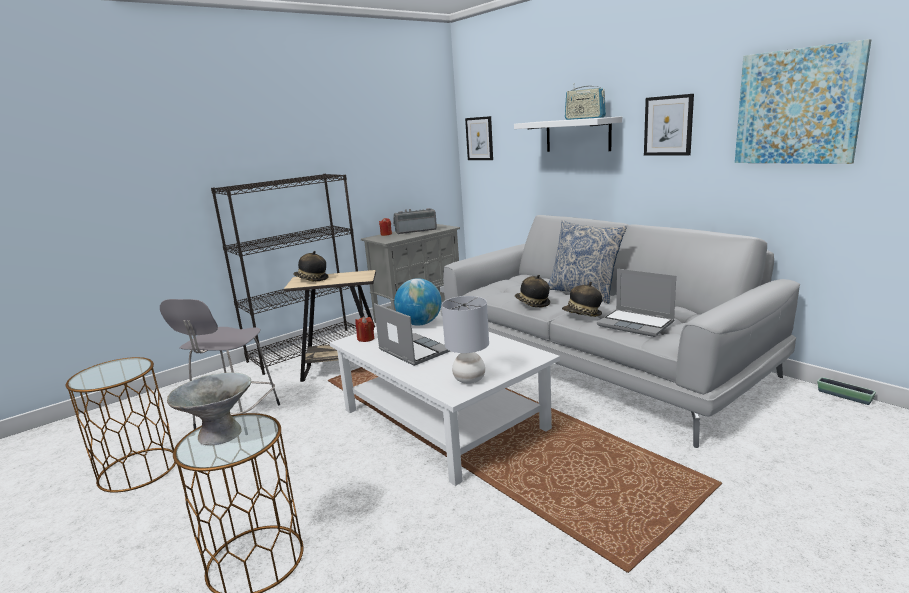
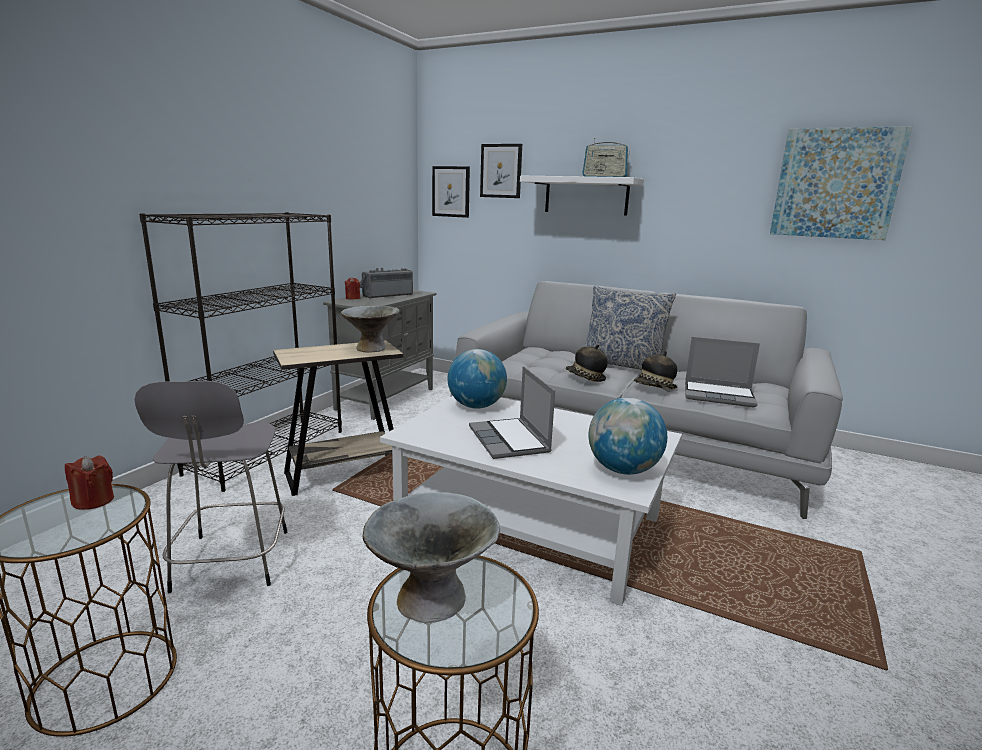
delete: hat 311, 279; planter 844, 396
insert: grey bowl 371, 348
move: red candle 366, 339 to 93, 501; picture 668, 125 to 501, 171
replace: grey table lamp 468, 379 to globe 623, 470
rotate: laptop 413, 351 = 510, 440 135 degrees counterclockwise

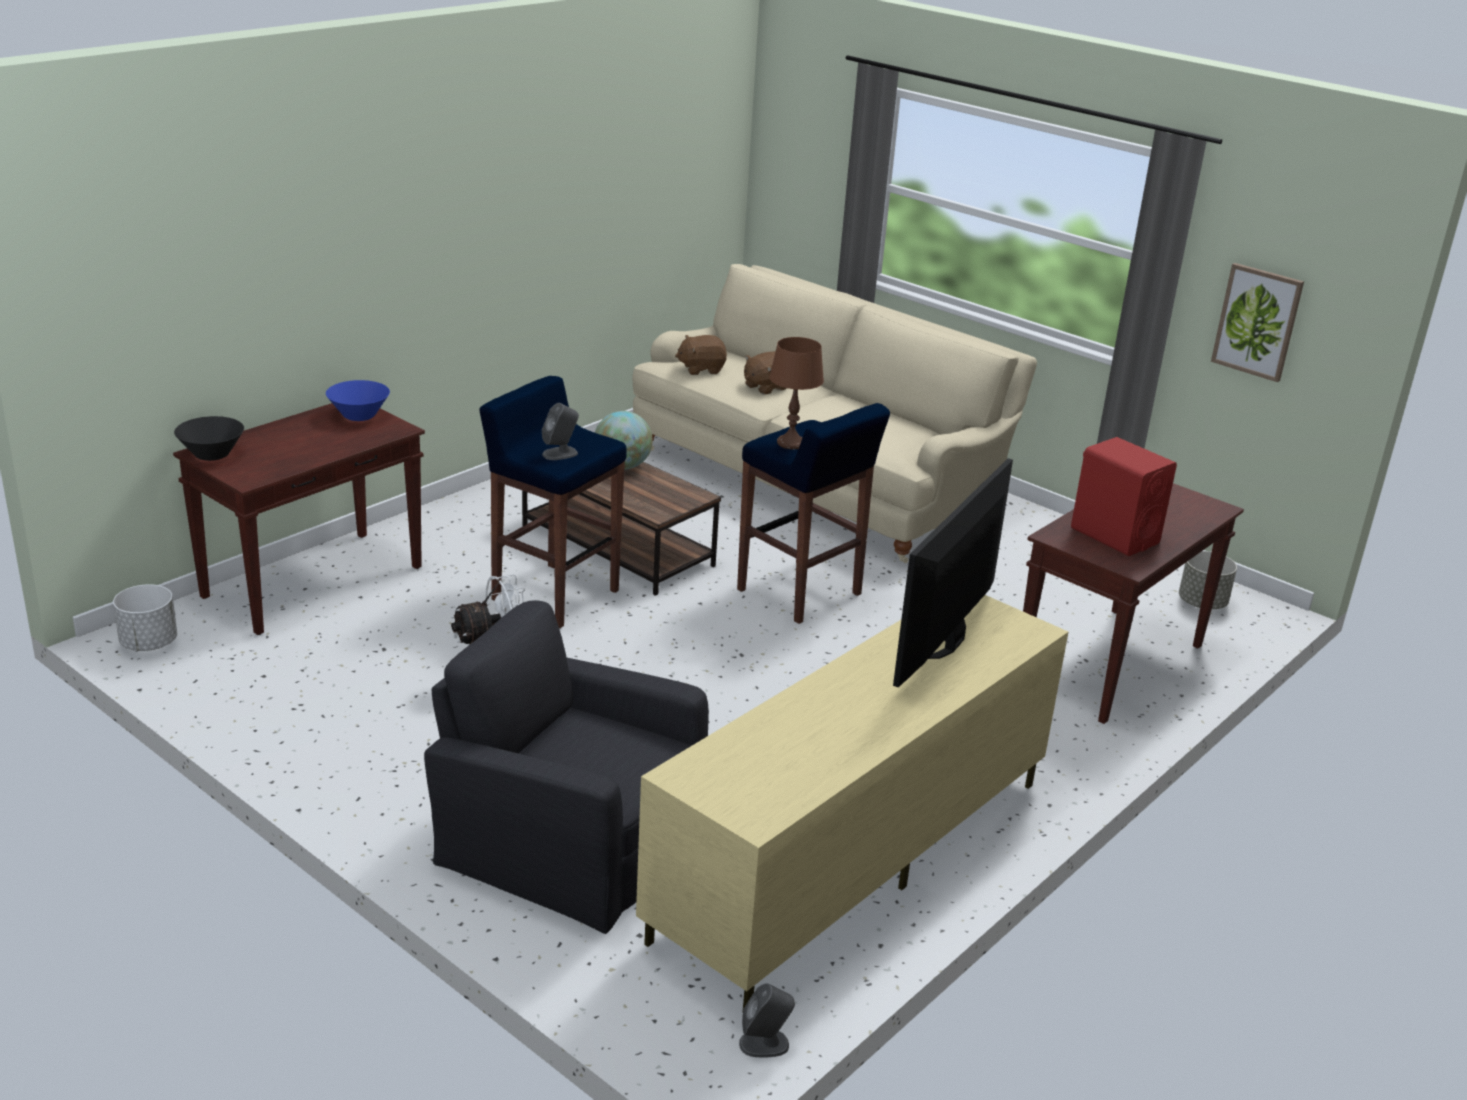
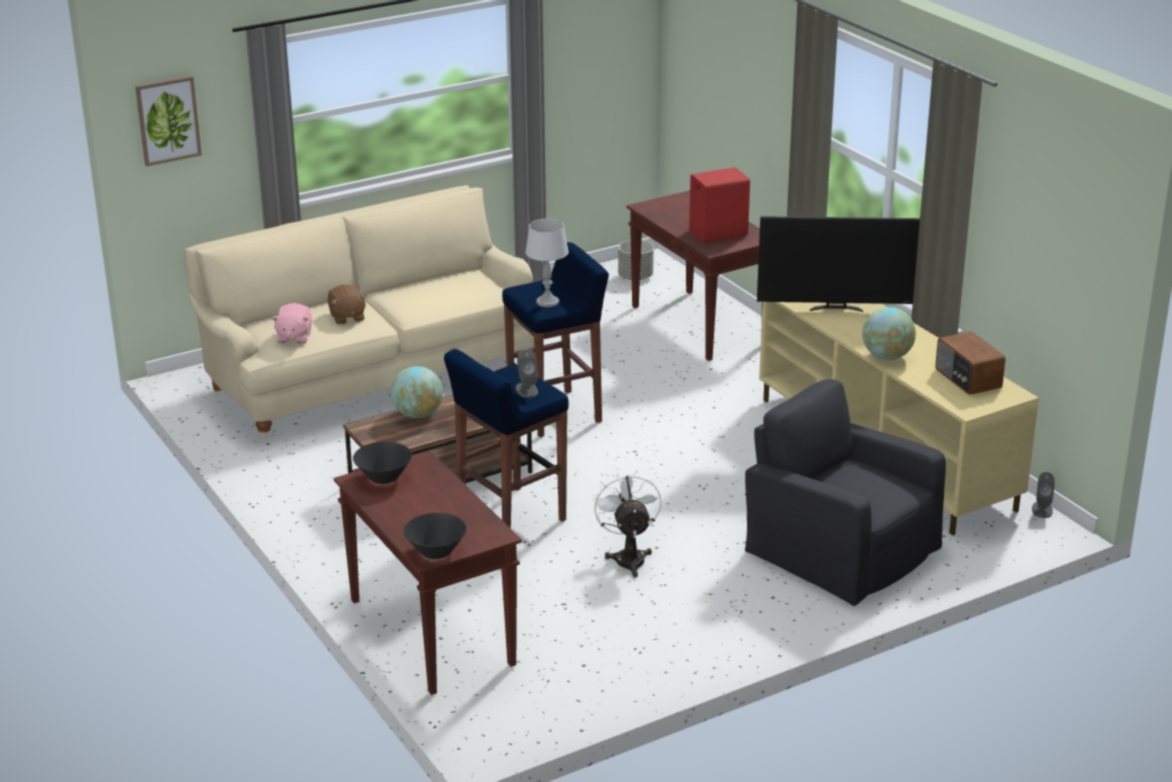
delete: white planter 148, 643
insert: globe 887, 357; radio 967, 378
move: picture 1257, 321 to 168, 120
recolor: blue bowl 359, 416 to black bowl 384, 477; brown plush toy 701, 369 to pink plush toy 294, 337; brown table lamp 791, 443 to grey table lamp 547, 302
rotate: black armchair 569, 838 = 840, 548 90 degrees clockwise; television 949, 643 = 836, 308 45 degrees counterclockwise

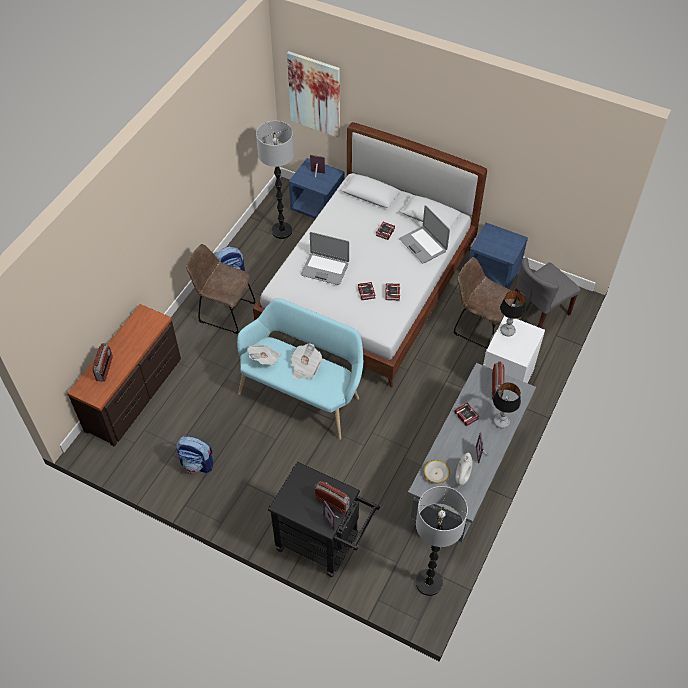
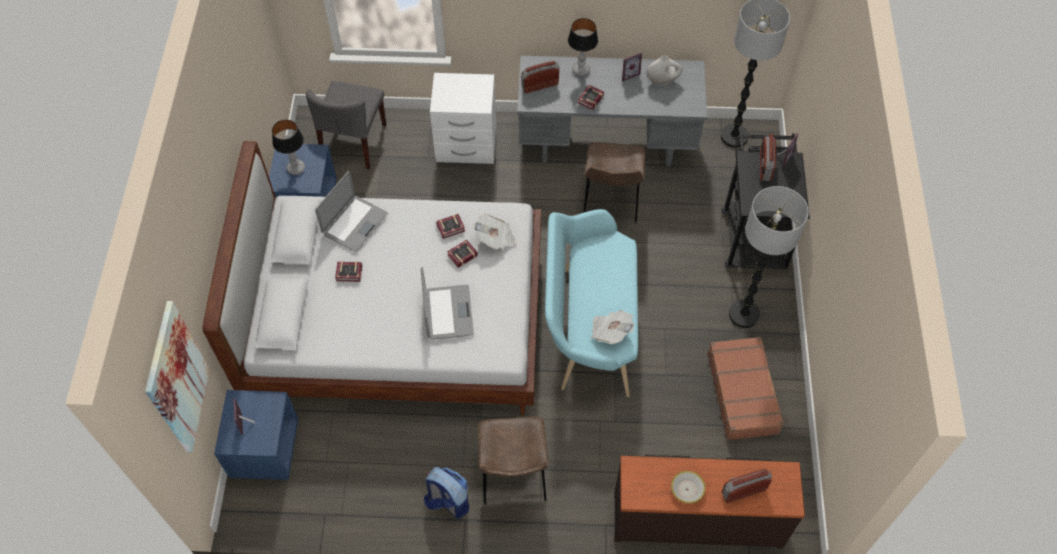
move: floor lamp 282, 231 to 743, 314; newspaper 305, 367 to 496, 238; bowl 436, 473 to 687, 489; brown chair 479, 326 to 611, 203; table lamp 507, 331 to 296, 168
replace: backpack 197, 464 to brown suitcase 742, 393
rotate: grey chair 539, 313 = 354, 142 75 degrees clockwise

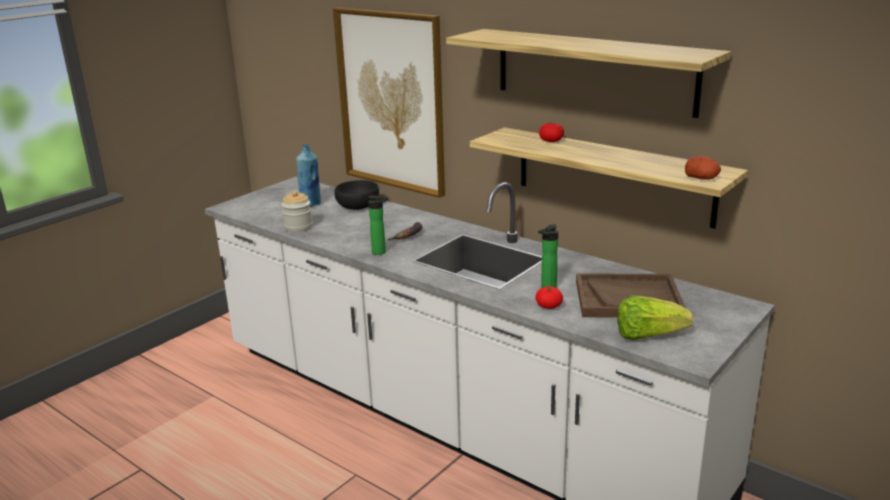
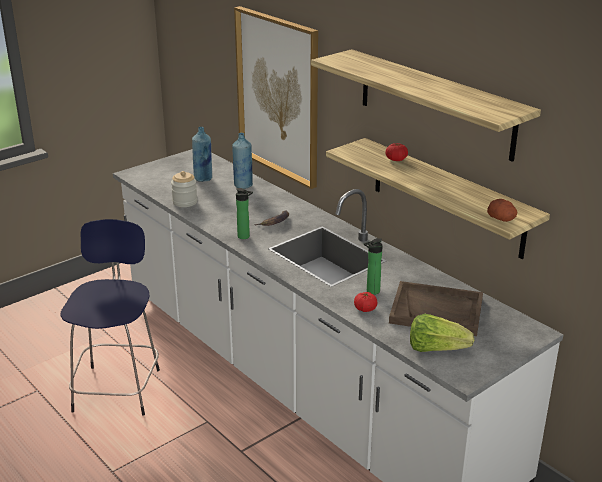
insert: blue stool 118, 388
replace: black bowl 358, 206 to blue bottle 243, 185

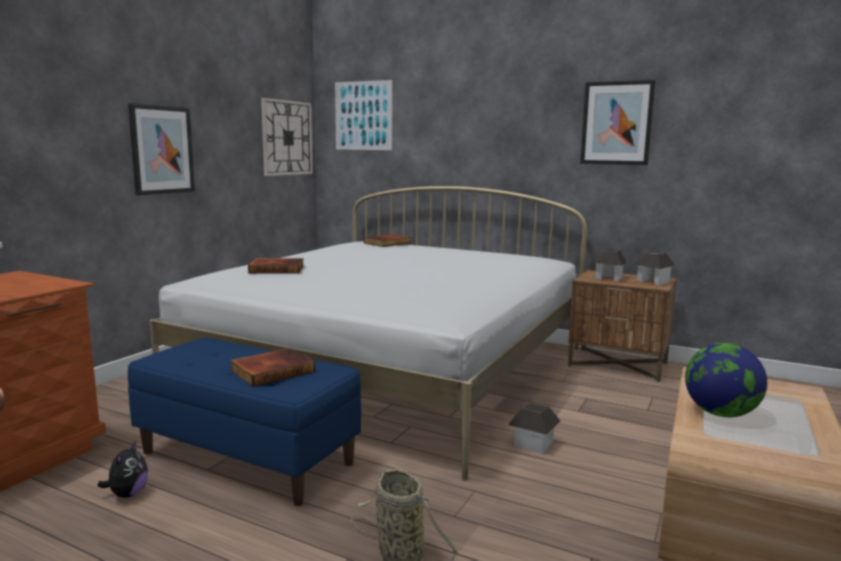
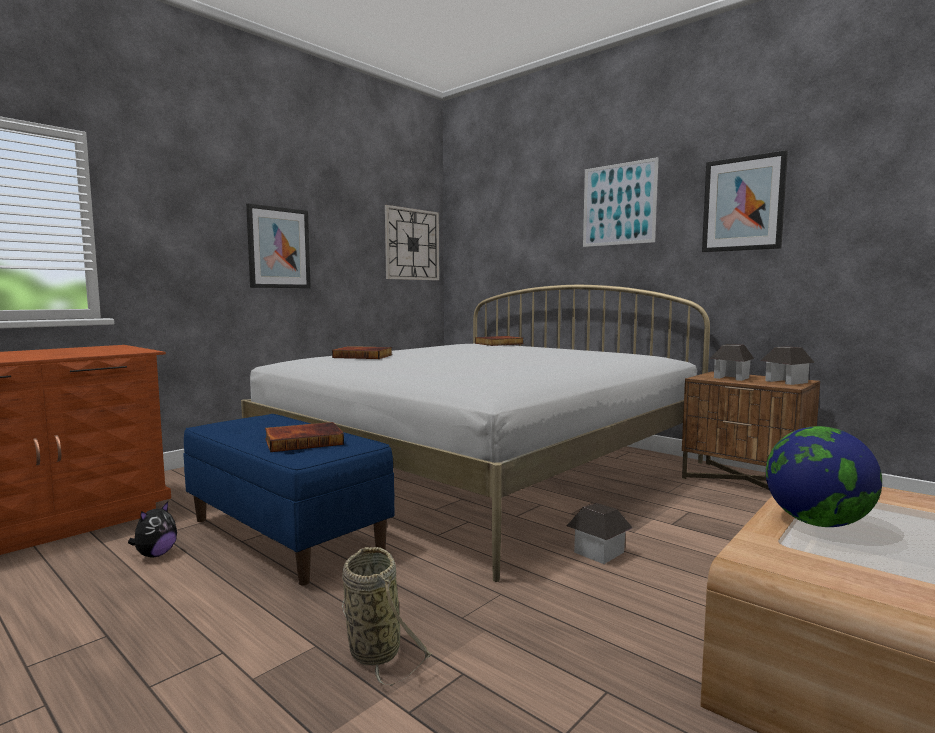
move: picture 363, 115 to 619, 204

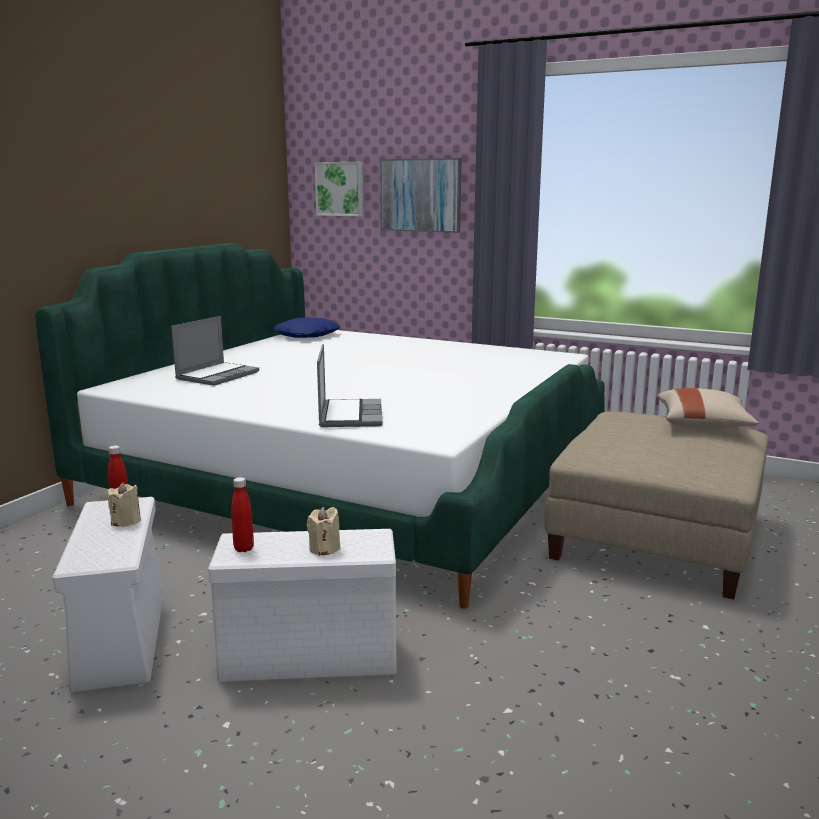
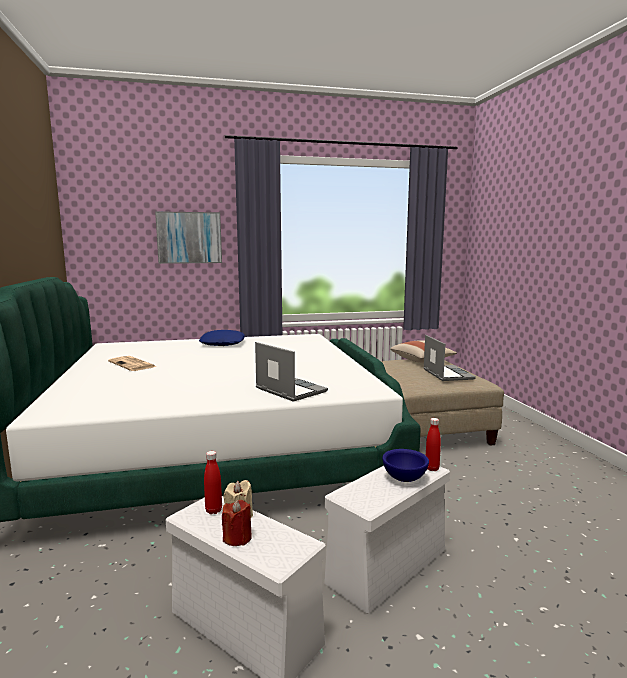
delete: picture 340, 189
insert: newspaper 133, 364; red candle 237, 538
move: laptop 217, 375 to 446, 374; red bottle 244, 548 to 432, 468; blue pillow 307, 335 to 223, 343
replace: beige candle 324, 548 to blue bowl 404, 478

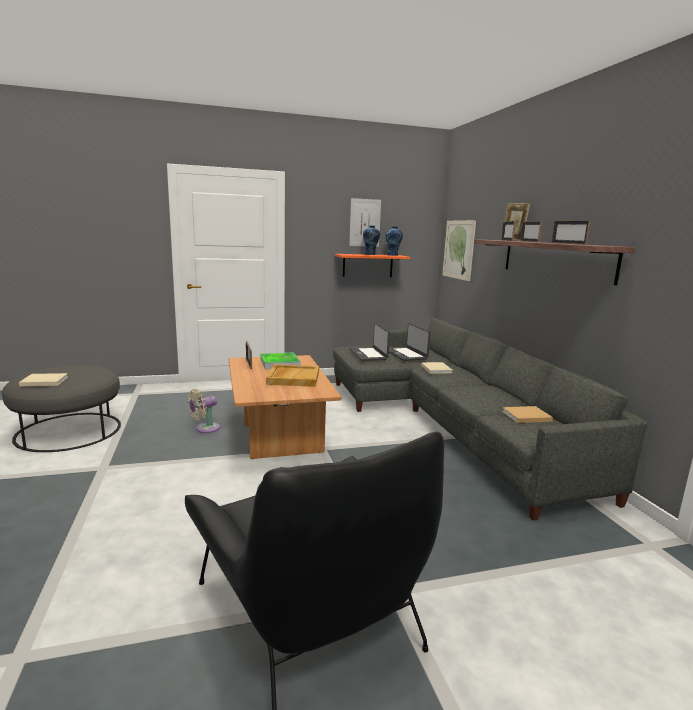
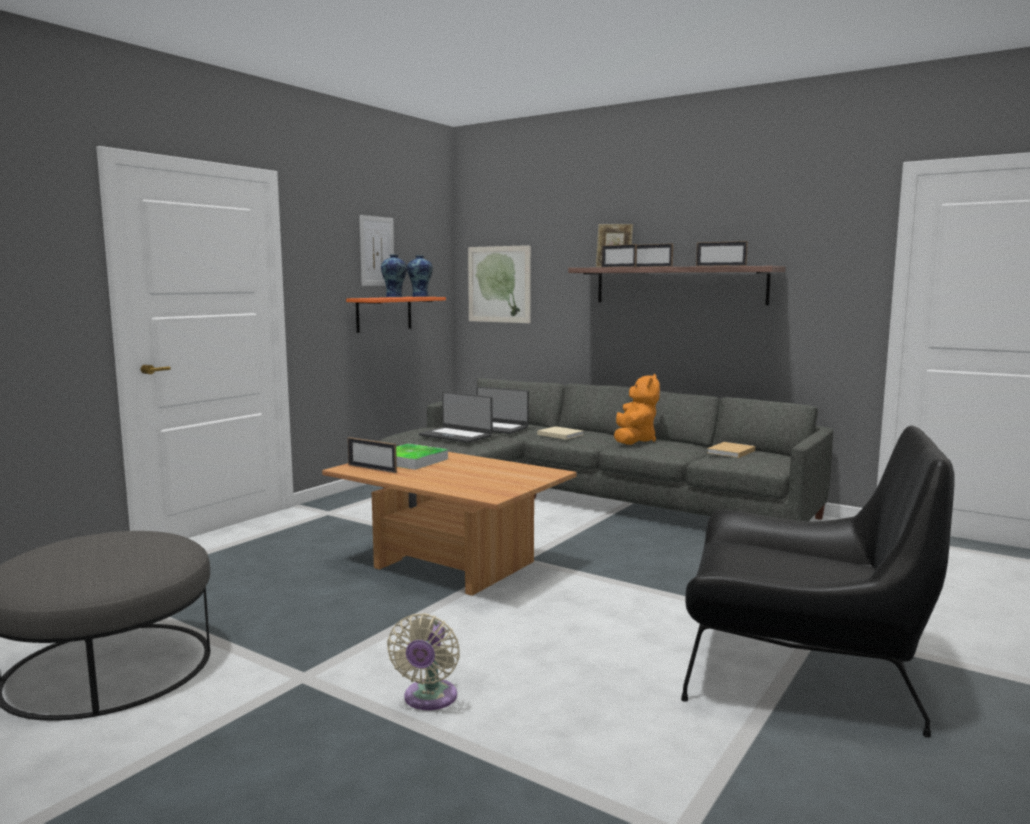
delete: beige book 43, 381; beige tray 293, 378
insert: orange plush toy 634, 441
move: beige fan 205, 429 to 428, 699

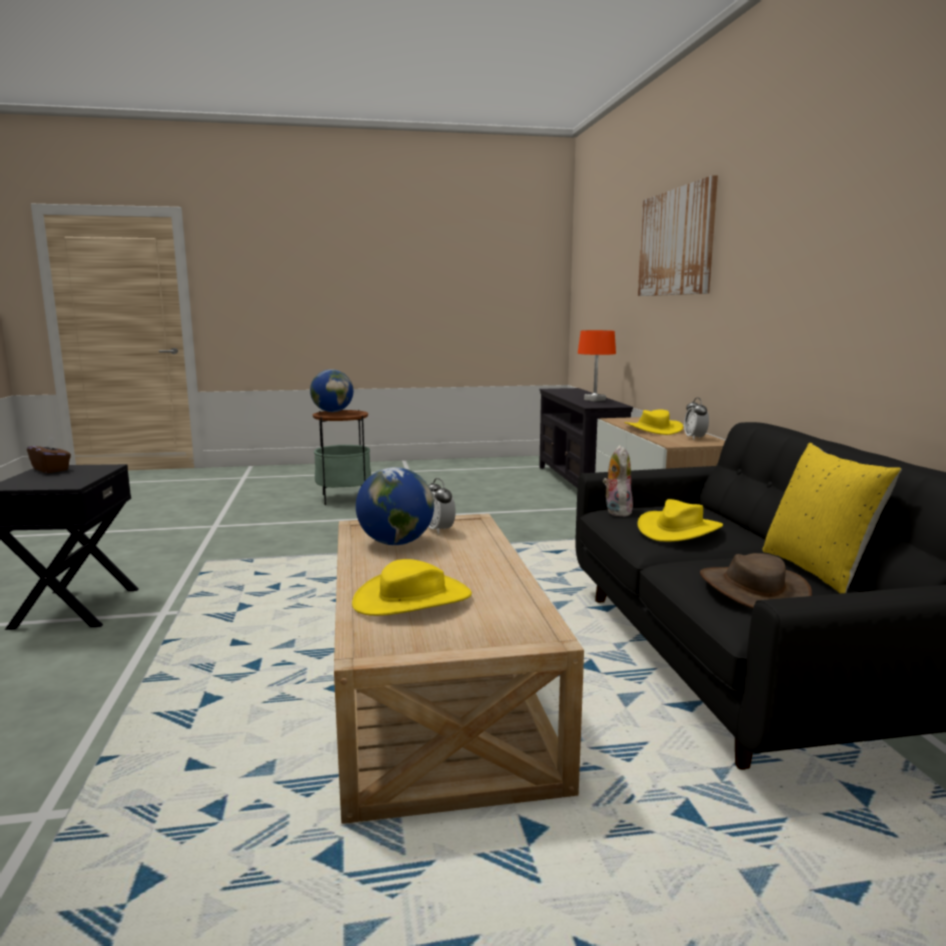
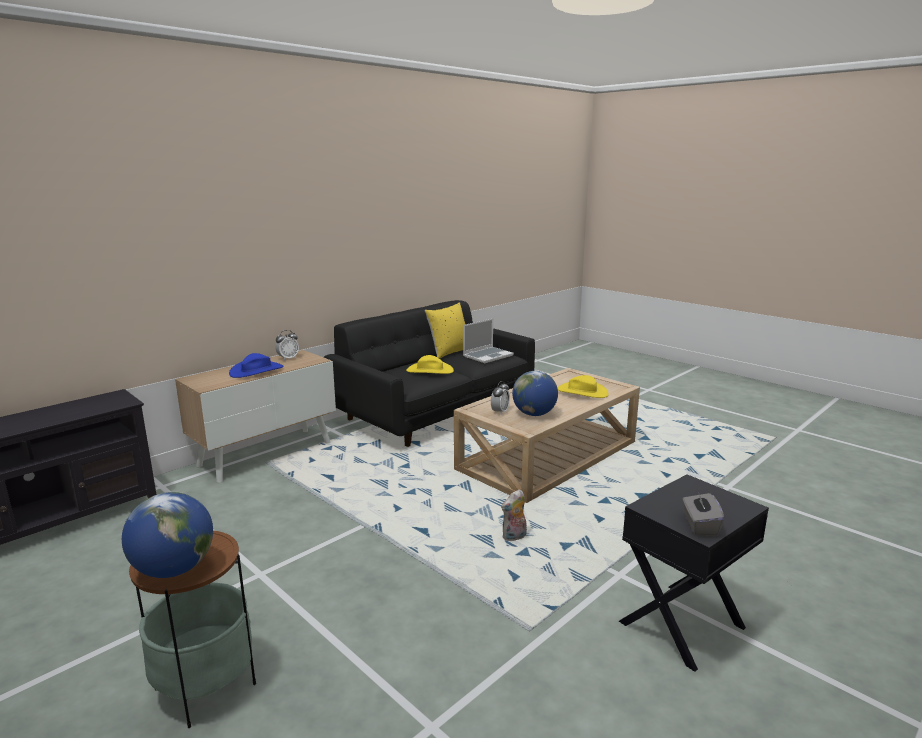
delete: orange table lamp 594, 400; picture 675, 242
move: plush toy 616, 511 to 514, 537
replace: brown hat 753, 590 to laptop 488, 356
recolor: brown tissue box 51, 469 to grey tissue box 699, 526; yellow hat 653, 429 to blue hat 256, 371

